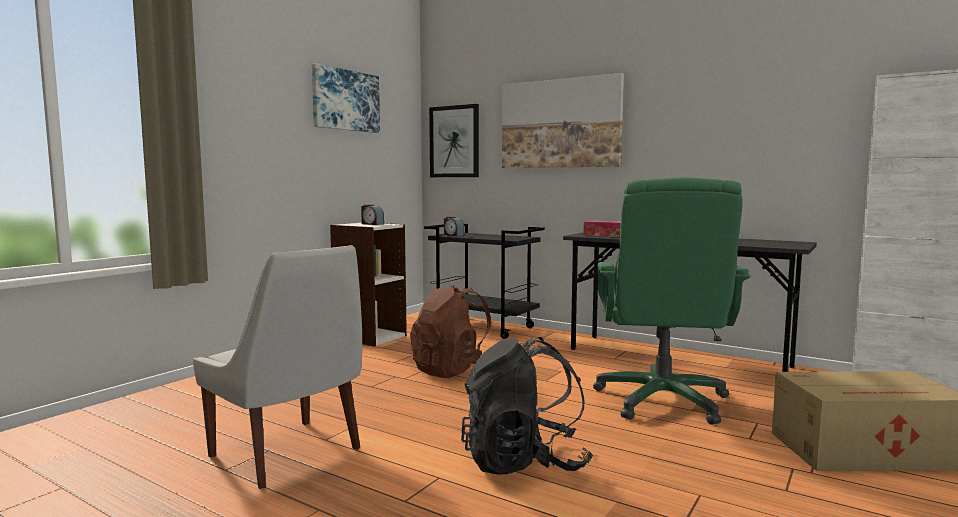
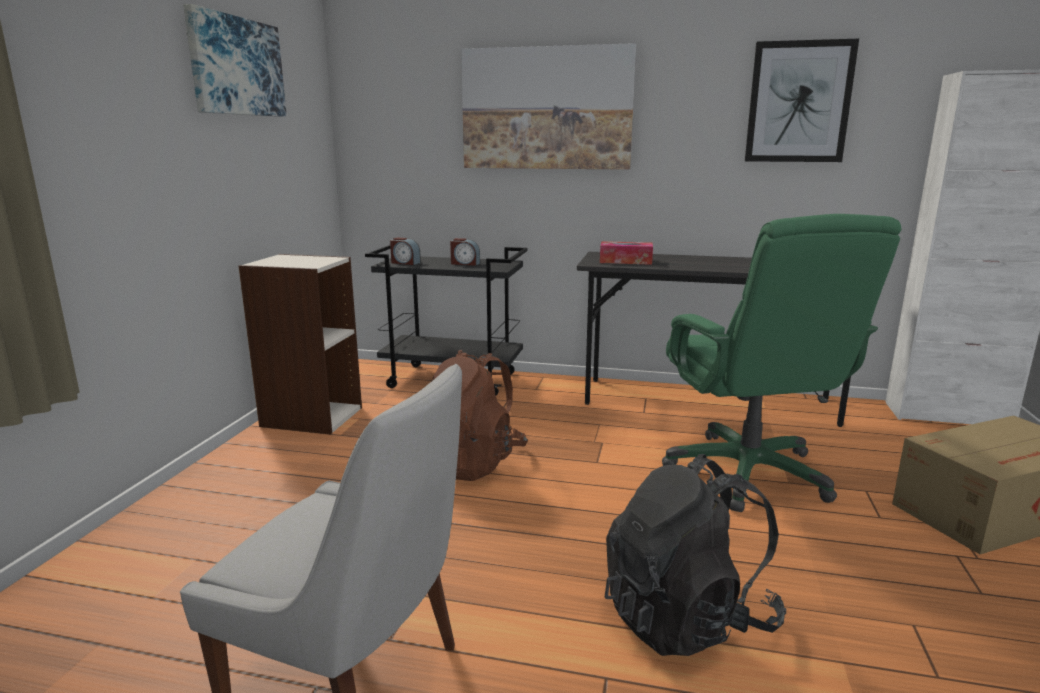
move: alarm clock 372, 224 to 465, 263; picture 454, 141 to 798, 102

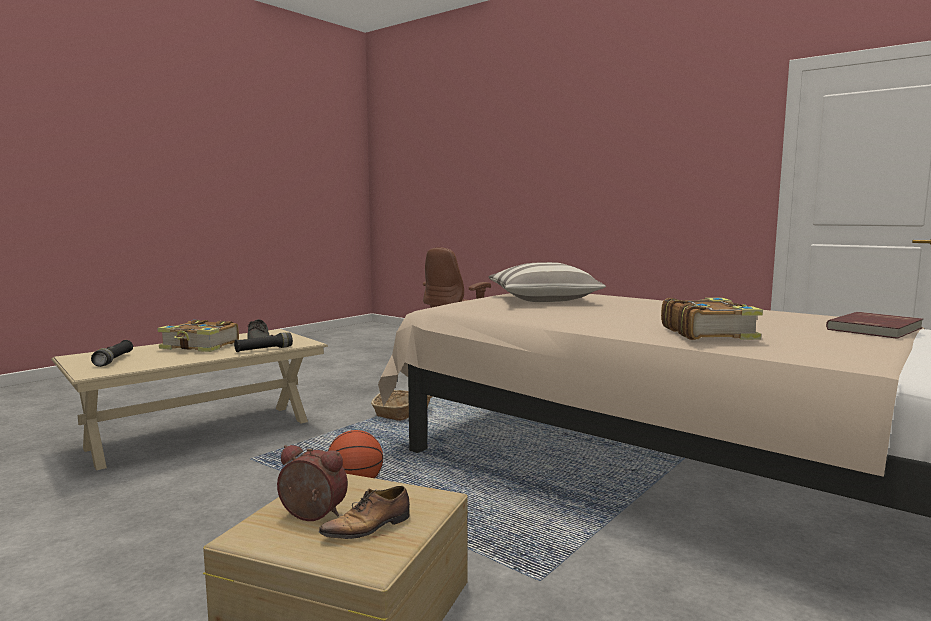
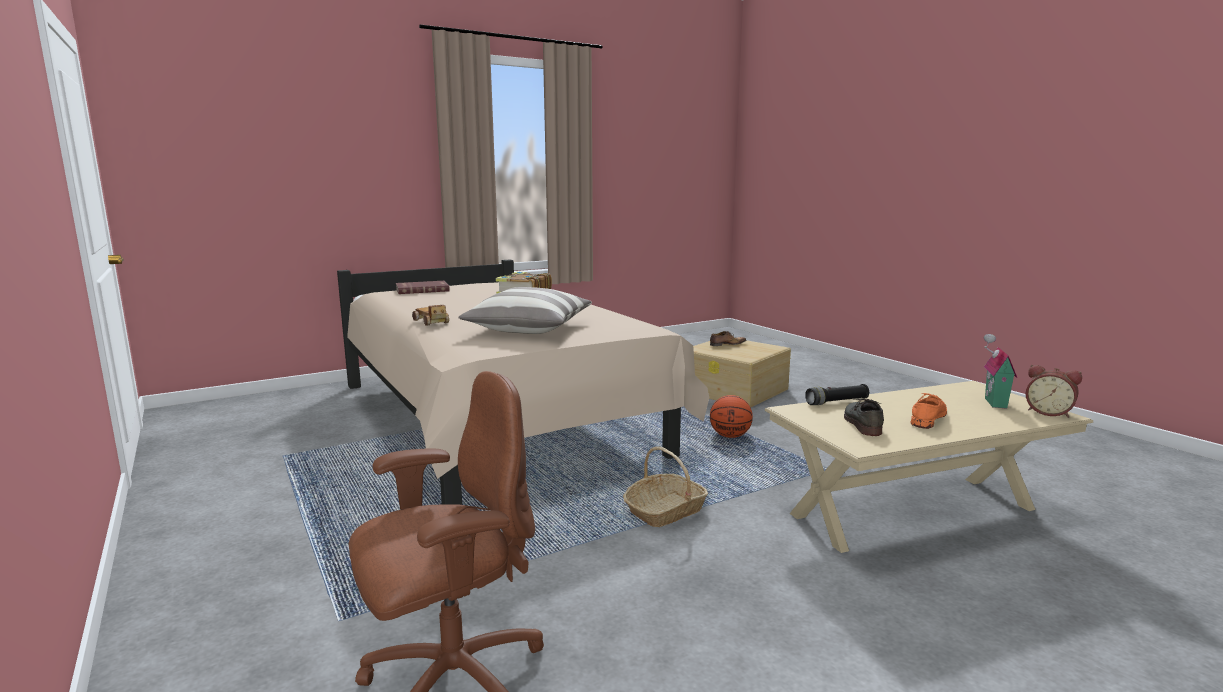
insert: toy car 431, 322
move: alarm clock 311, 516 to 1048, 412
replace: black flashlight 114, 360 to toy house 993, 403; book 200, 346 to orange shoe 927, 417

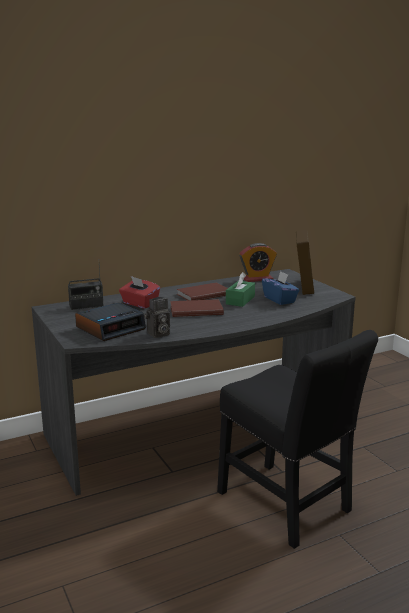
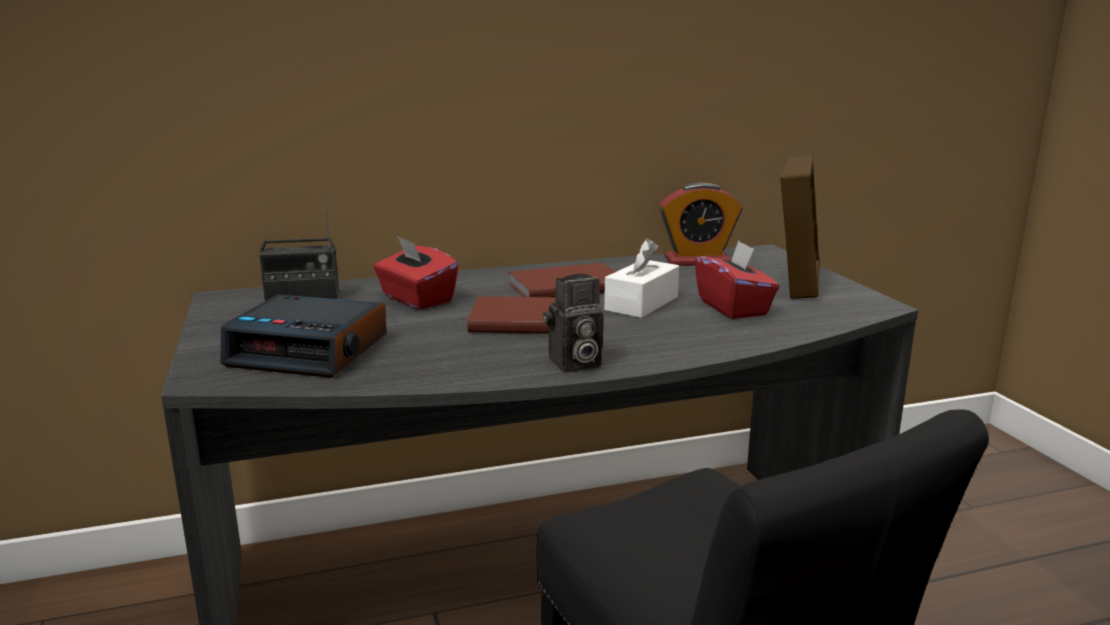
move: photo camera 158, 334 to 573, 364
recolor: green tissue box 240, 300 to white tissue box 641, 303; blue tissue box 280, 300 to red tissue box 733, 307
rotate: alarm clock 111, 328 = 310, 351 45 degrees clockwise

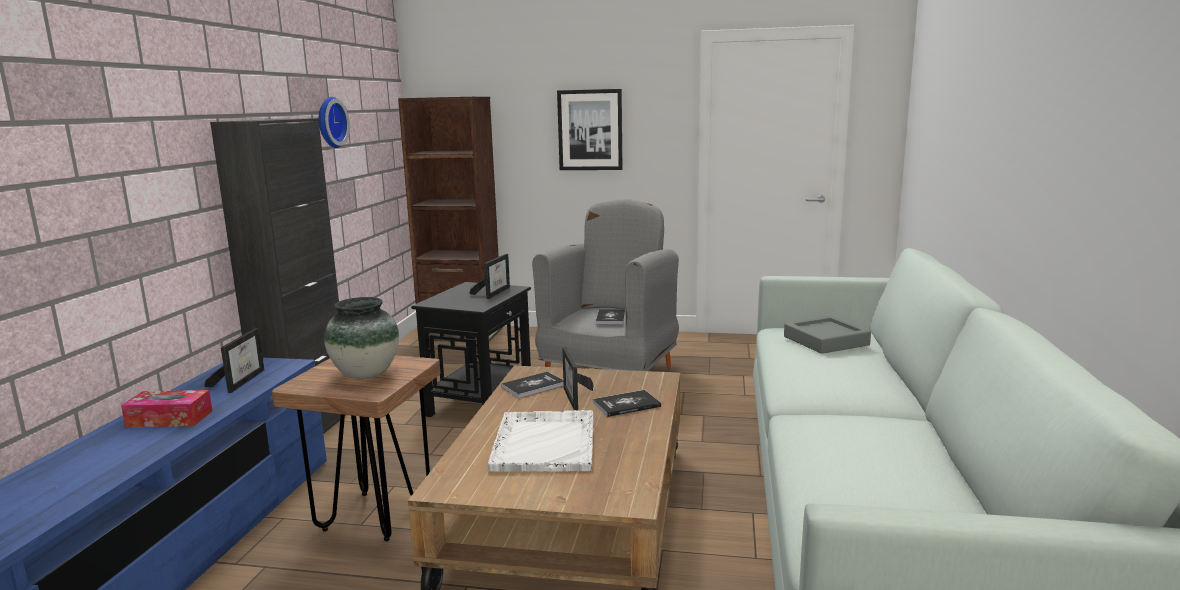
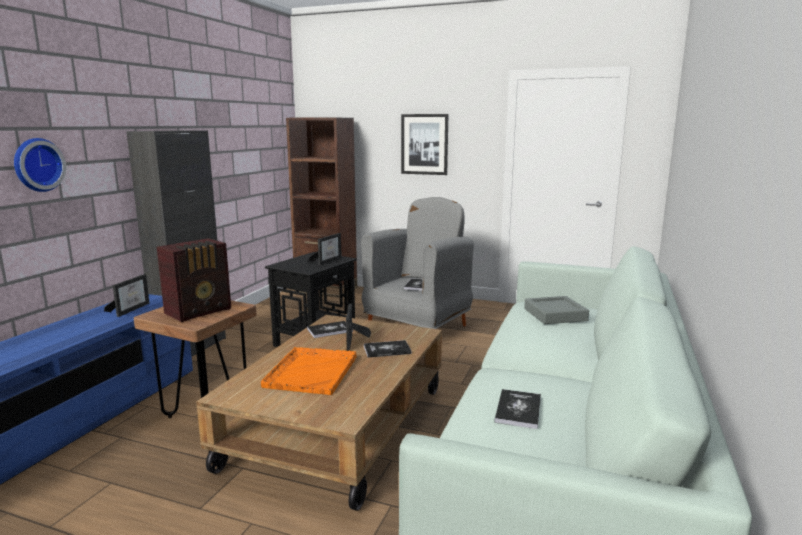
delete: tissue box 169, 419
insert: book 518, 410
move: wall clock 329, 122 to 37, 165
replace: vase 366, 374 to radio 200, 311
recolor: white tray 545, 442 to orange tray 312, 371

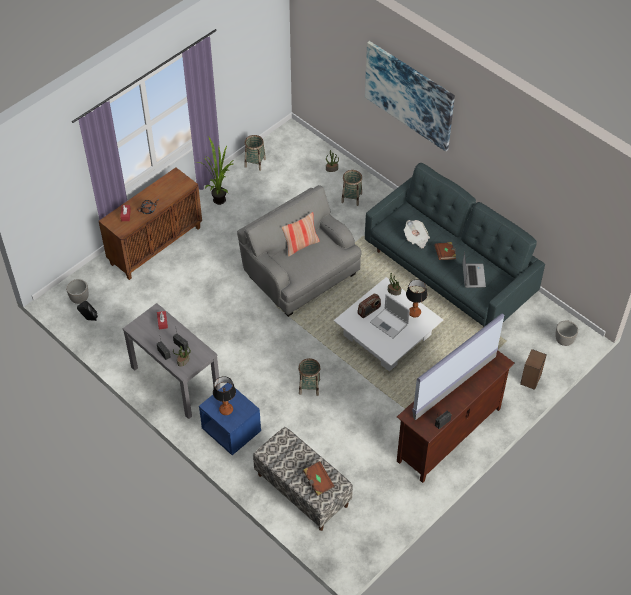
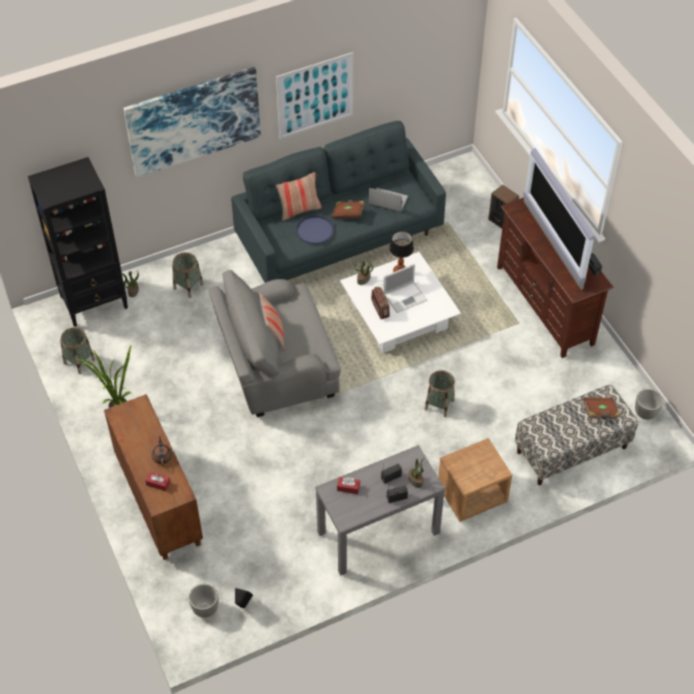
delete: table lamp 226, 410
insert: black bookcase 94, 302; picture 315, 96; pillow 299, 210
move: planter 564, 341 to 645, 413
replace: newspaper 416, 238 to blue tray 314, 230
recolor: blue nightstand 231, 431 to brown nightstand 471, 495

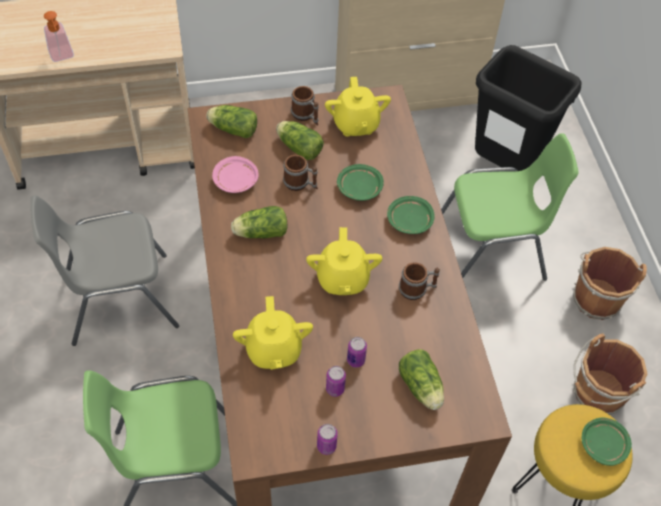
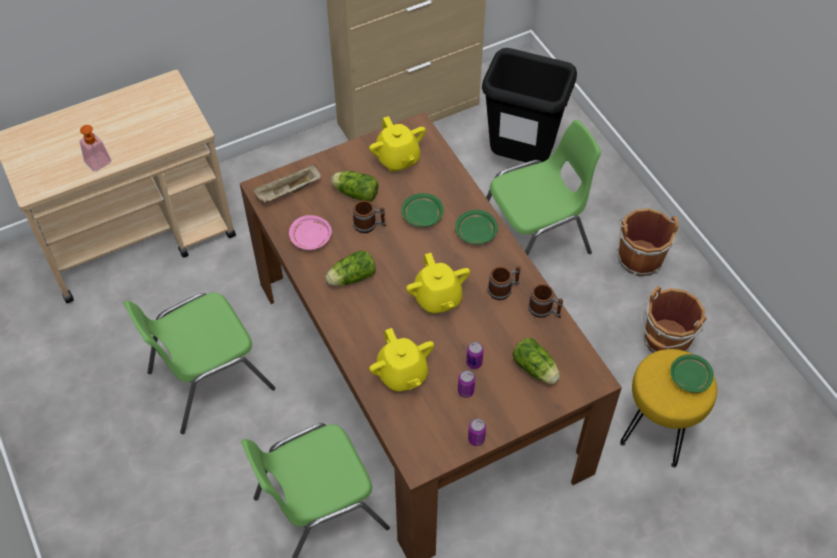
move: mug 306, 116 to 544, 310
replace: lettuce 232, 129 to beige tray 288, 192
recolor: grey chair 118, 299 to green chair 208, 380

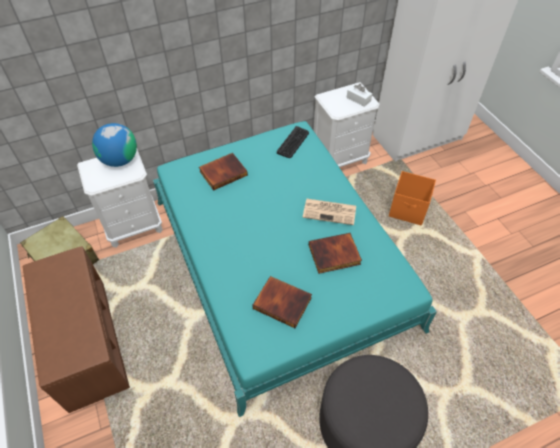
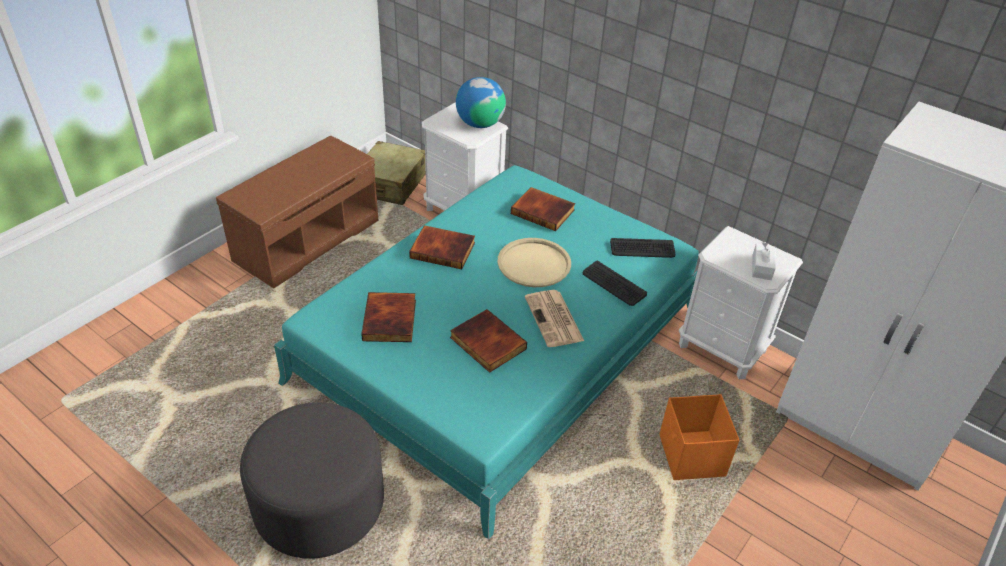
insert: book 443, 249; beige tray 534, 263; keyboard 613, 284

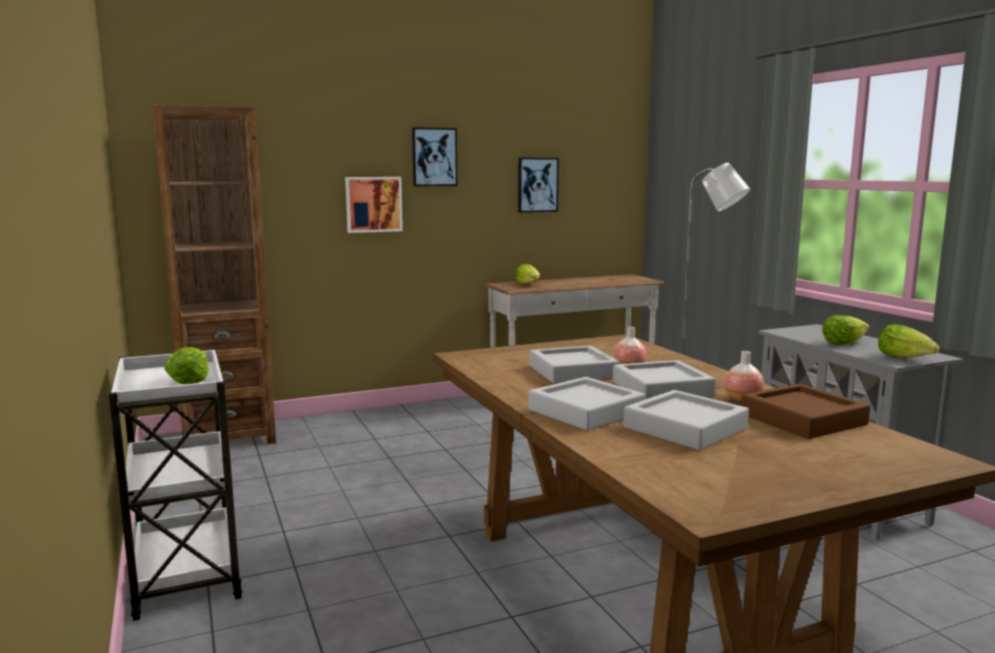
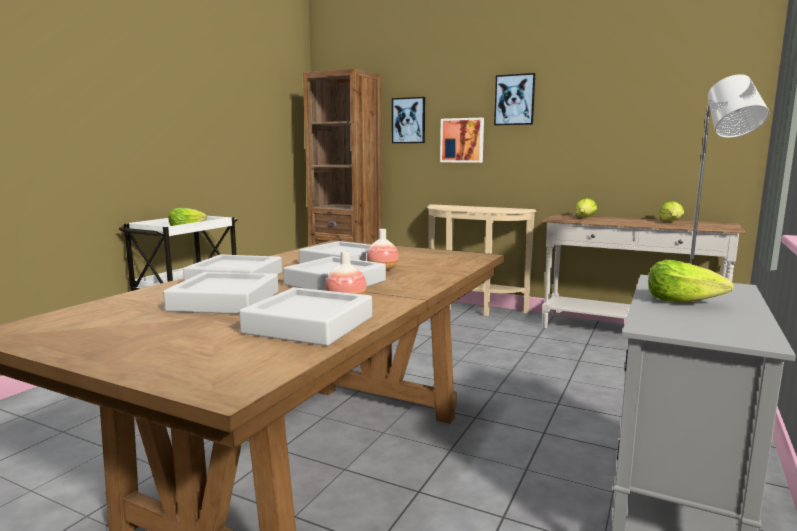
insert: beige console table 472, 309
move: picture 537, 185 to 408, 120; lettuce 905, 357 to 671, 222
recolor: brown tray 803, 419 to grey tray 309, 325

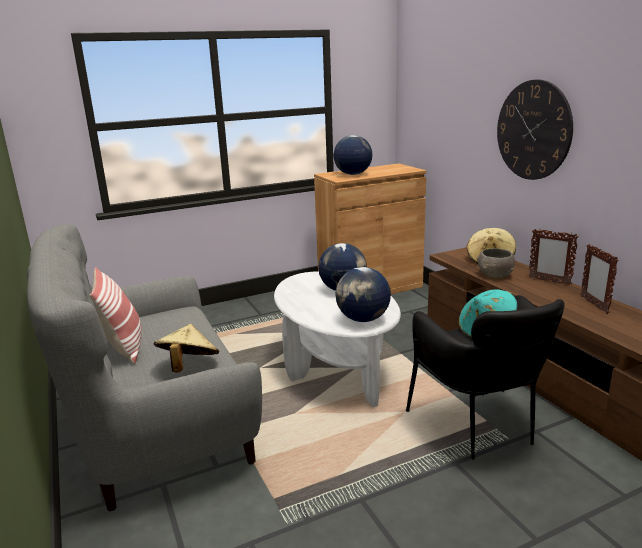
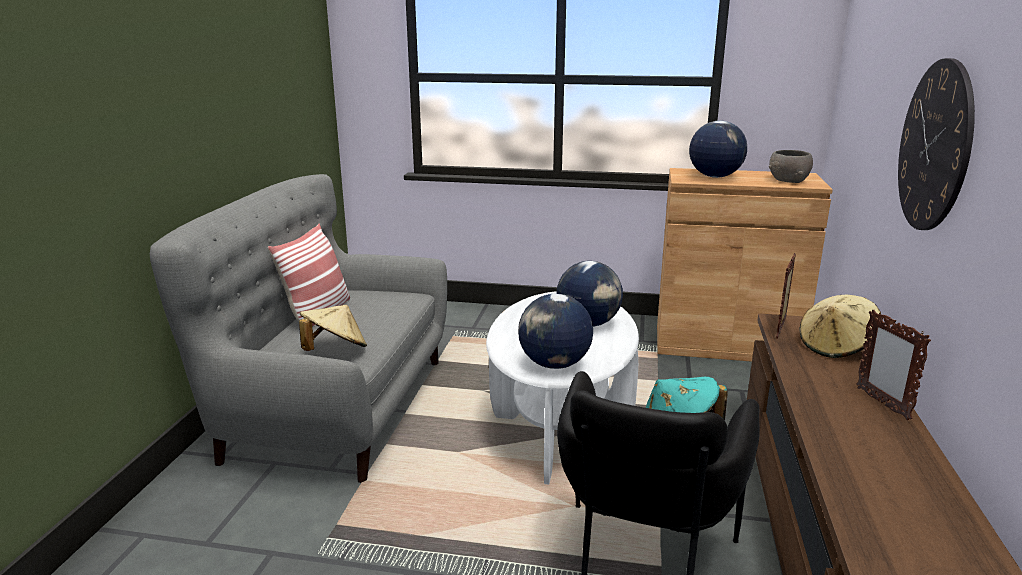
move: grey bowl 494, 275 to 788, 180; picture frame 594, 305 to 781, 328

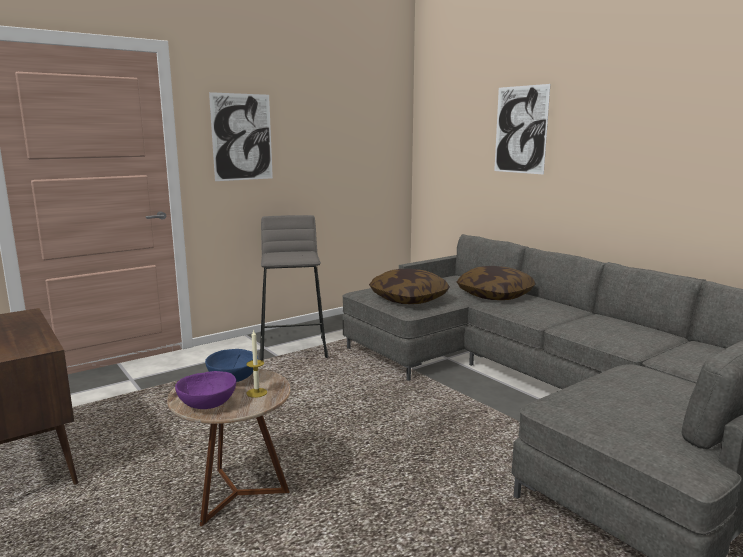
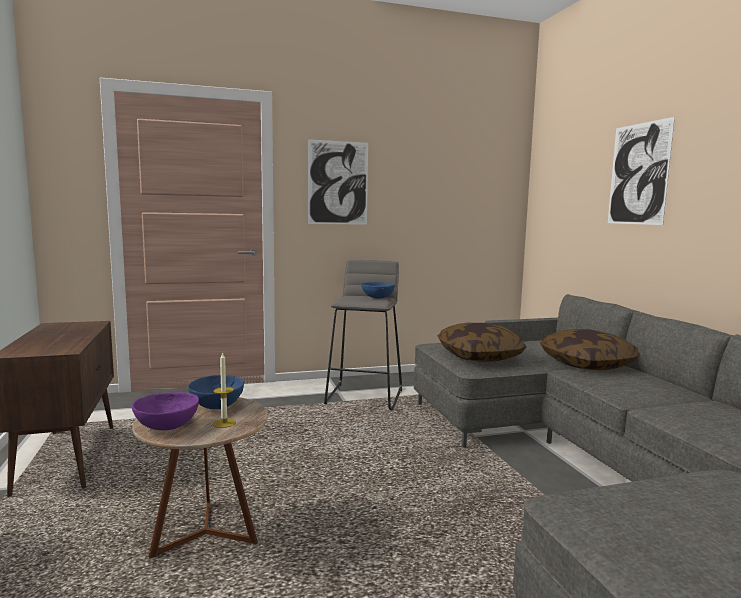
insert: blue bowl 378, 298

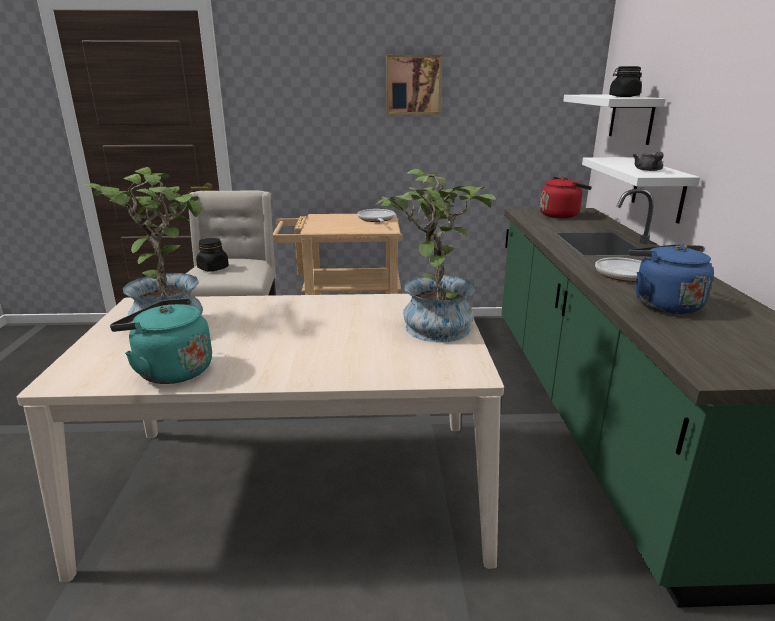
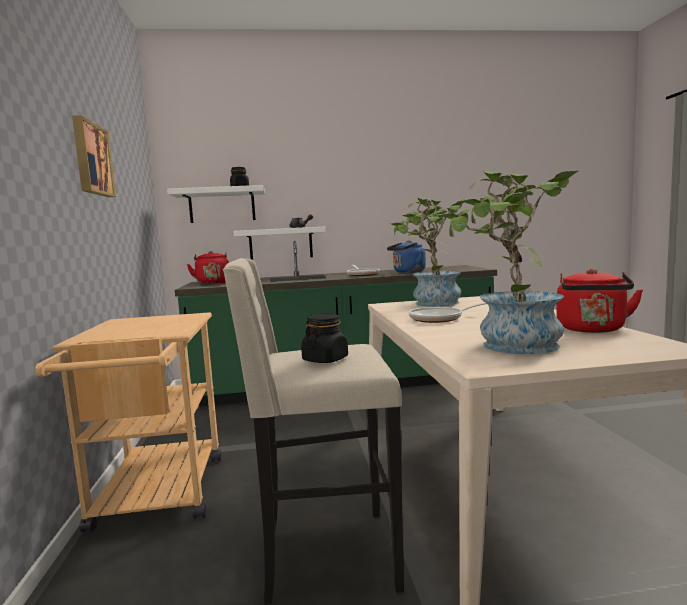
move: frying pan 376, 219 to 440, 318
recolor: turquoise kettle 171, 370 to red kettle 592, 330

